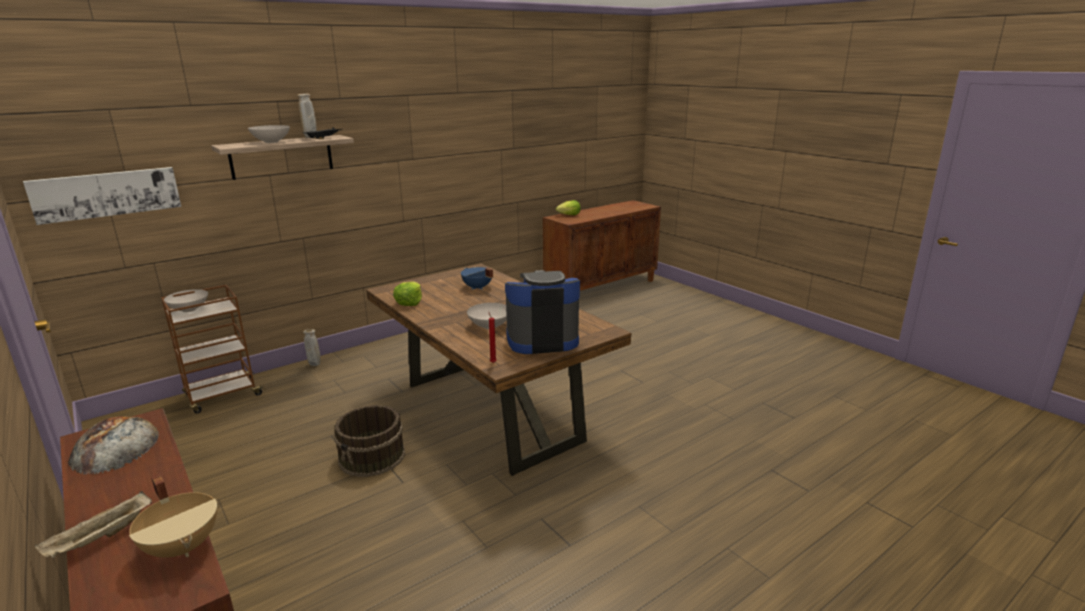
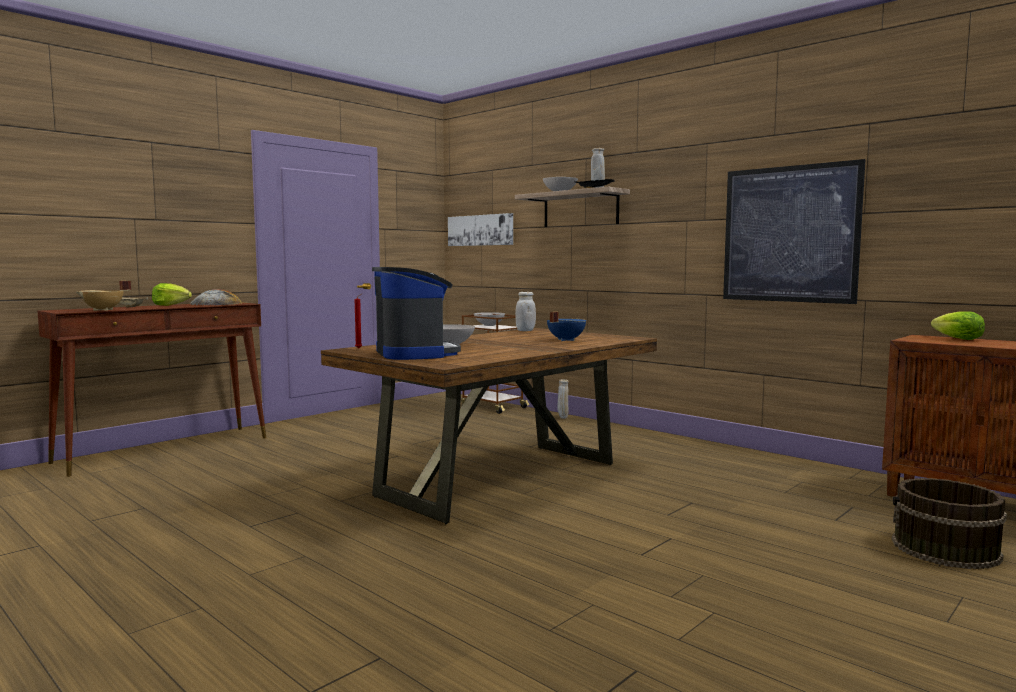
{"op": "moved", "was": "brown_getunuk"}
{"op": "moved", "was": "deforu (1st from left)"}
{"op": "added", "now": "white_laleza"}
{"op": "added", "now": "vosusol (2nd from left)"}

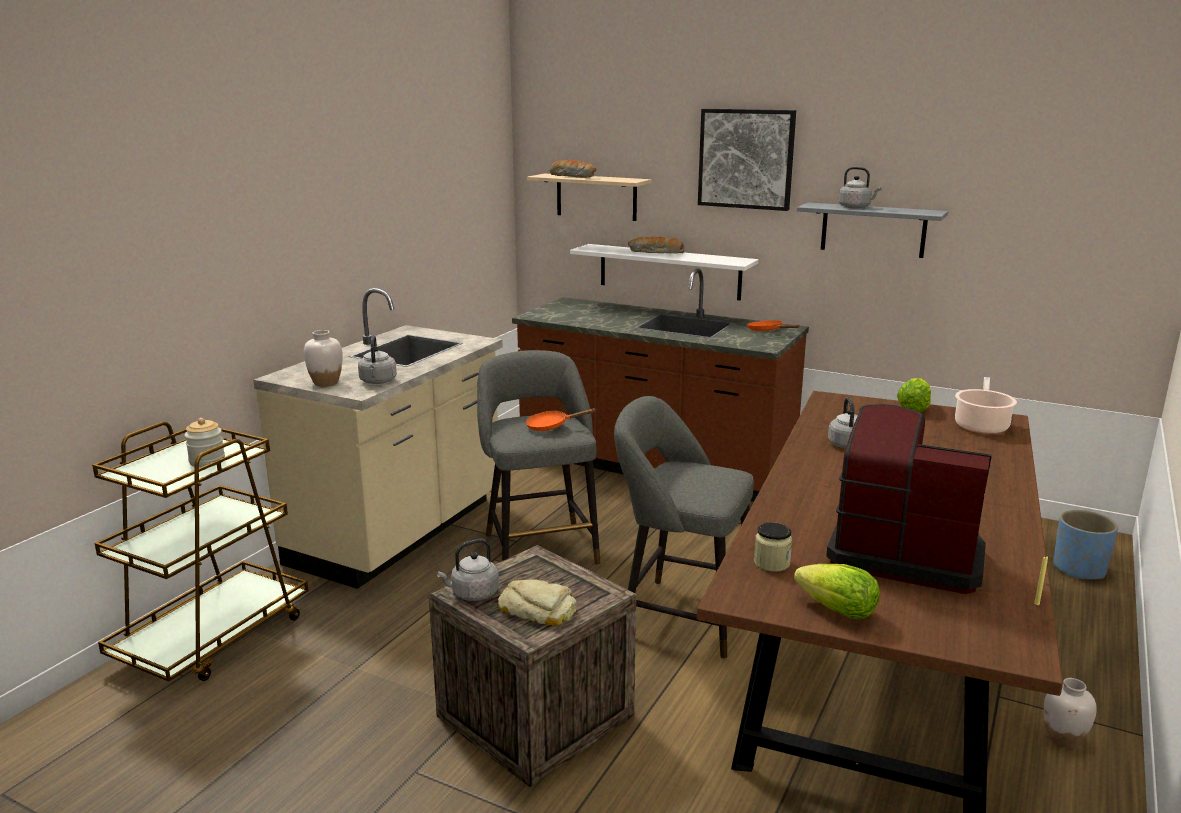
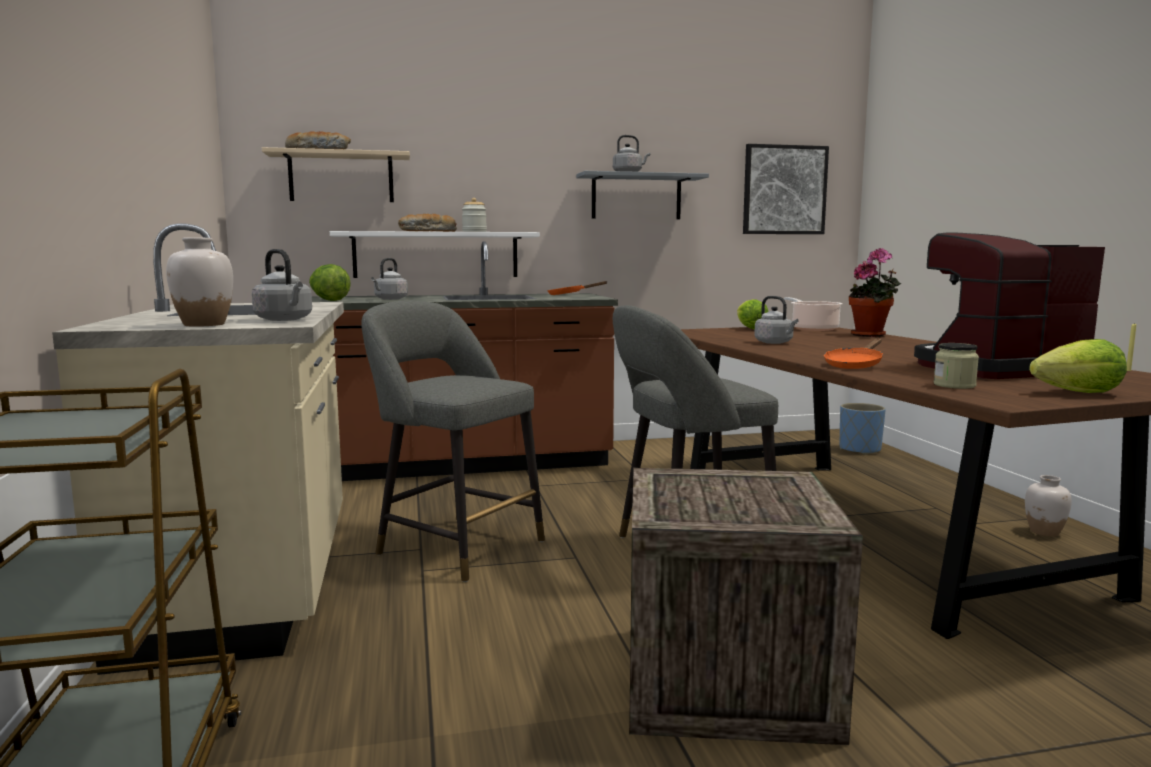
{"op": "moved", "was": "laleza (1st from left)"}
{"op": "moved", "was": "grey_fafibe (2nd from left)"}
{"op": "removed", "was": "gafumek (1st from left)"}
{"op": "moved", "was": "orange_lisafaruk (1st from left in the first image)", "now": "orange_lisafaruk (2nd from left)"}
{"op": "moved", "was": "vosusol"}
{"op": "added", "now": "deforu (1st from left)"}
{"op": "added", "now": "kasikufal"}

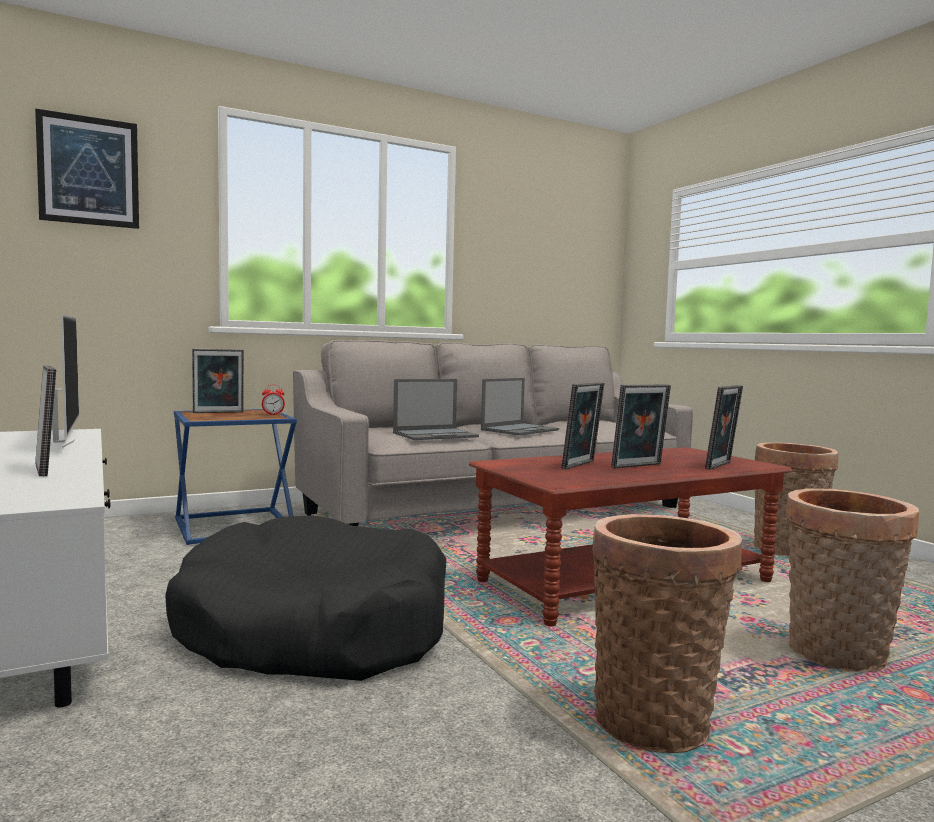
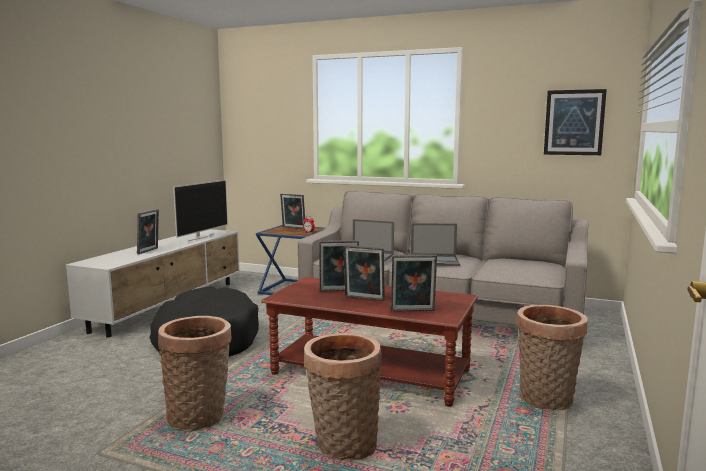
{"op": "moved", "was": "vosusol"}

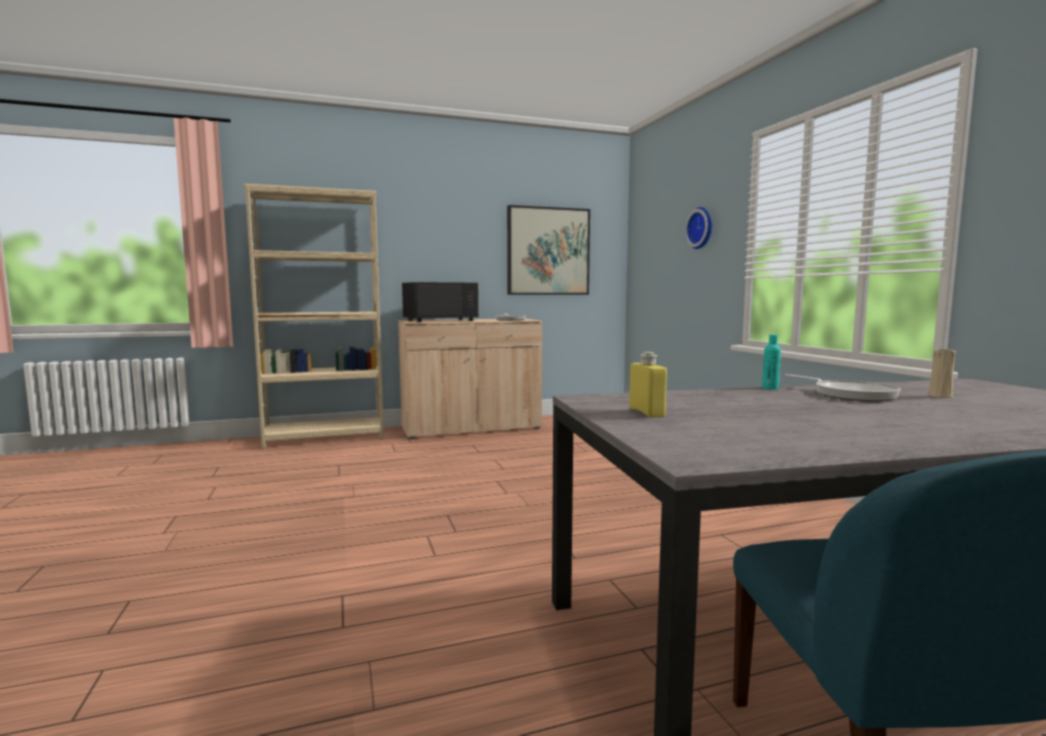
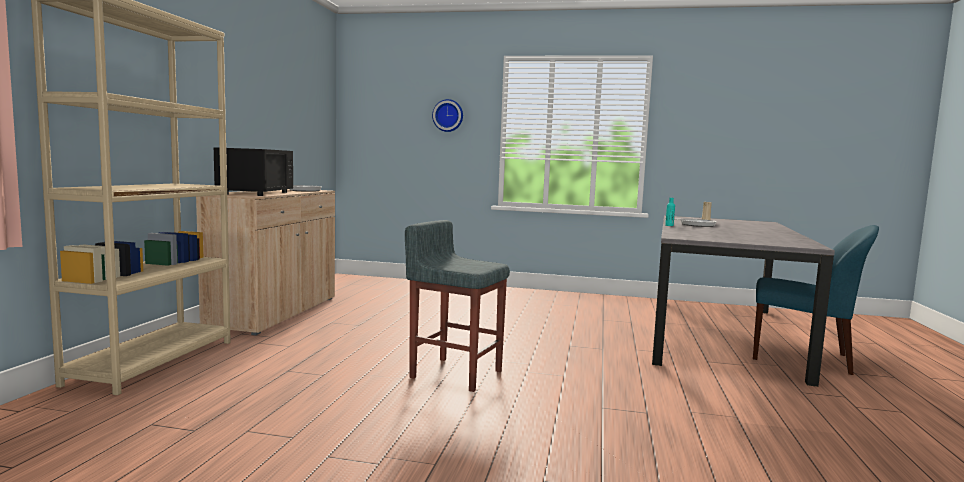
{"op": "removed", "was": "vosusol"}
{"op": "removed", "was": "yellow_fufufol"}
{"op": "added", "now": "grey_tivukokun"}

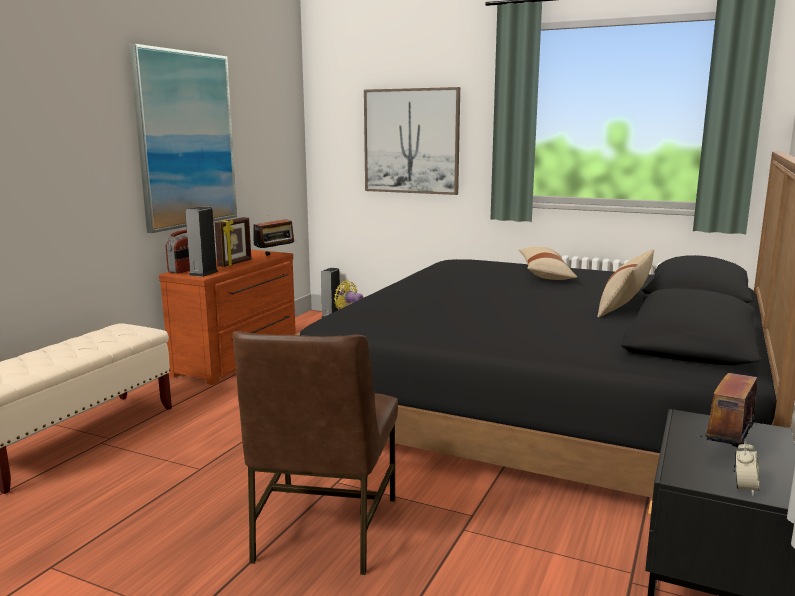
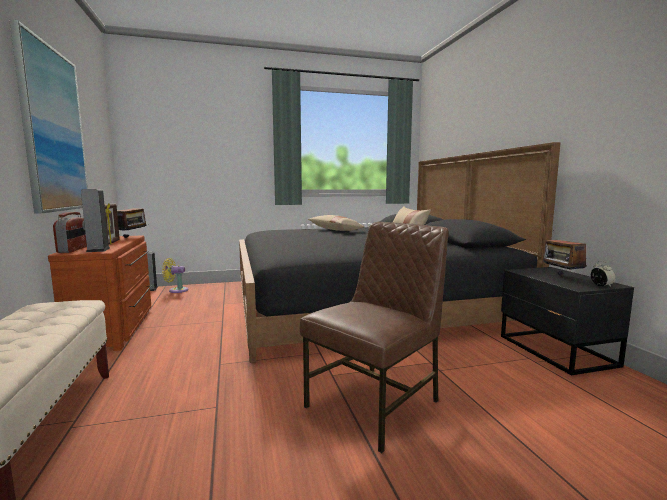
{"op": "turned", "was": "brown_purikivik", "clockwise": -105}
{"op": "removed", "was": "vosusol (2nd from left)"}

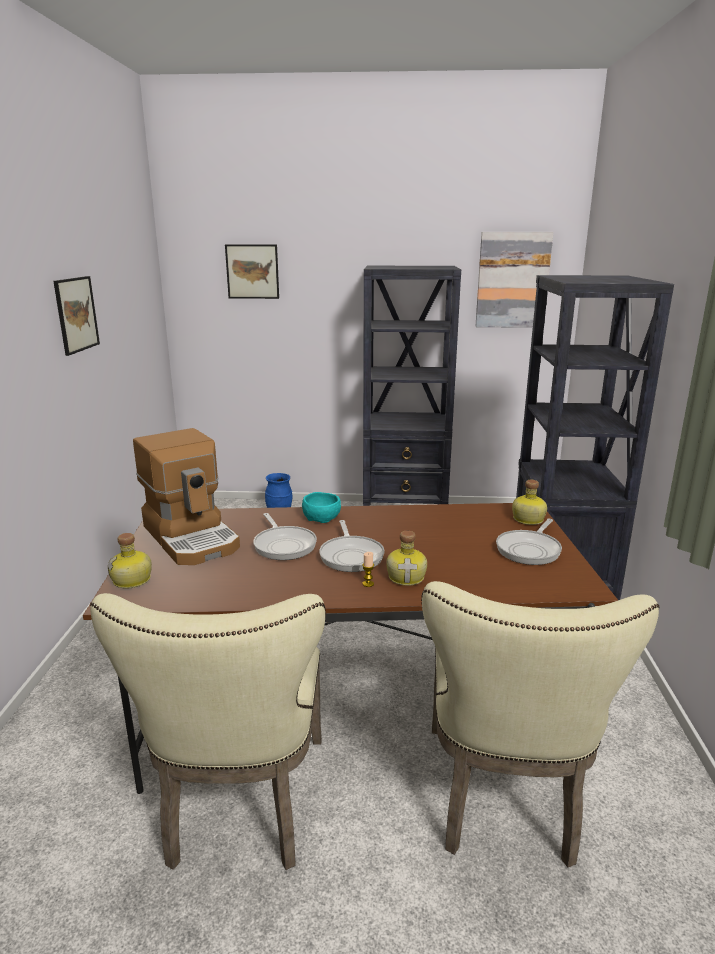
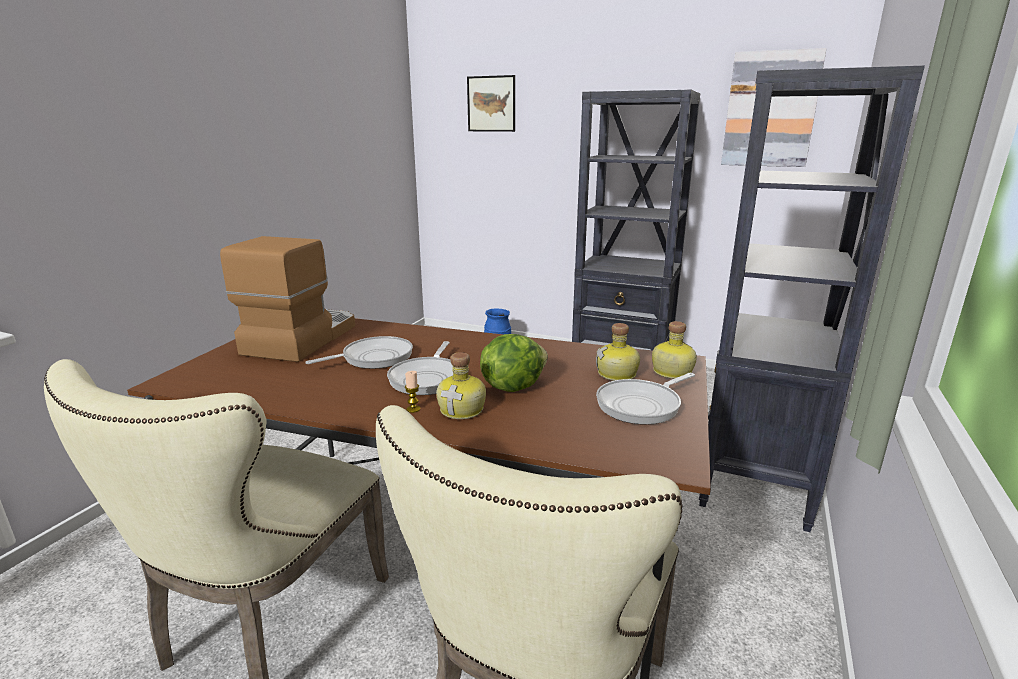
{"op": "removed", "was": "vosusol (1st from left)"}
{"op": "moved", "was": "fufufol (1st from left in the first image)", "now": "fufufol (2nd from left)"}
{"op": "turned", "was": "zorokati", "clockwise": -150}
{"op": "turned", "was": "lisafaruk (1st from left)", "clockwise": -120}
{"op": "removed", "was": "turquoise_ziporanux"}
{"op": "added", "now": "deforu"}

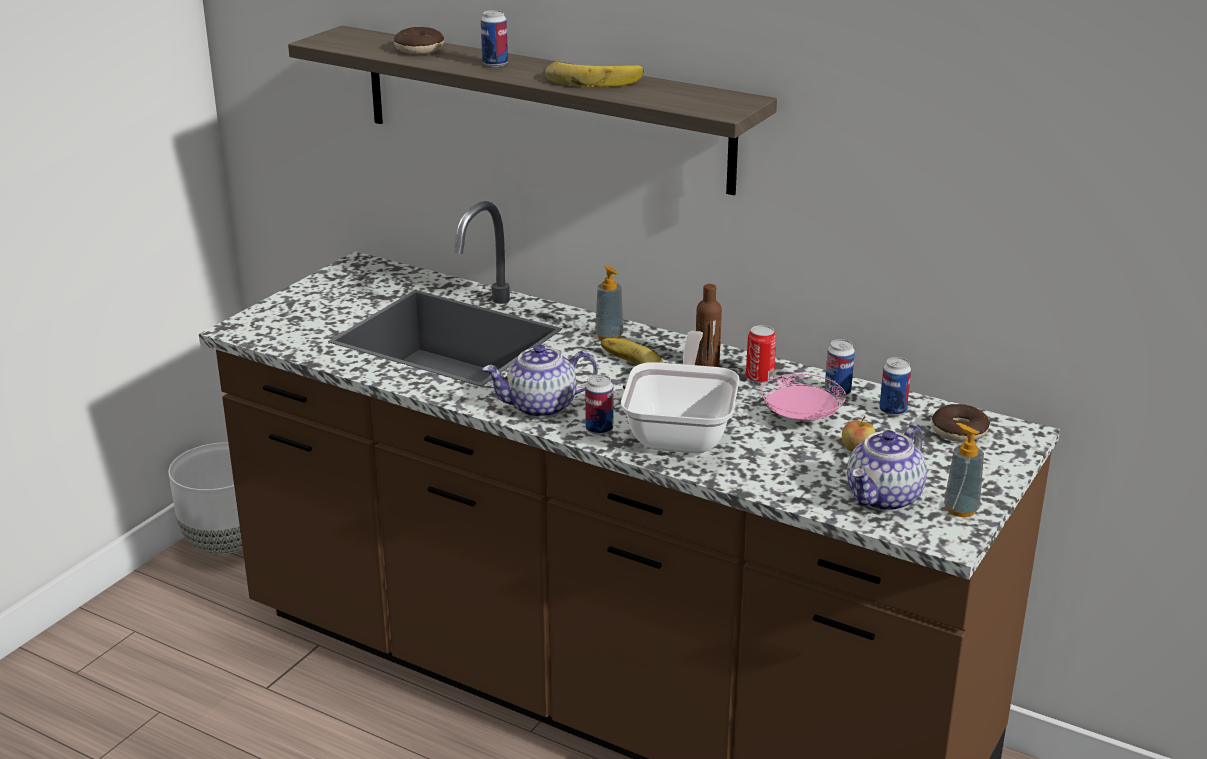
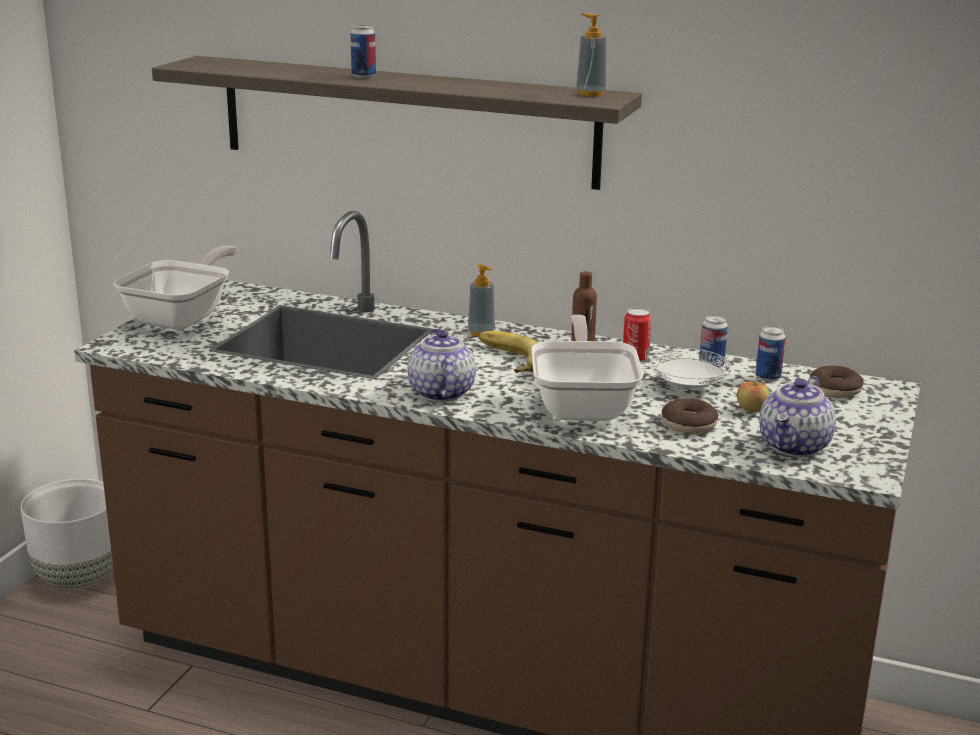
{"op": "moved", "was": "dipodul (1st from left)"}
{"op": "turned", "was": "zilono (1st from left)", "clockwise": 105}
{"op": "removed", "was": "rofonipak (1st from left)"}
{"op": "removed", "was": "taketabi (2nd from left)"}
{"op": "recoloured", "was": "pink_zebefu", "now": "white_zebefu"}
{"op": "moved", "was": "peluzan (2nd from left)"}
{"op": "added", "now": "lisafaruk (1st from left)"}

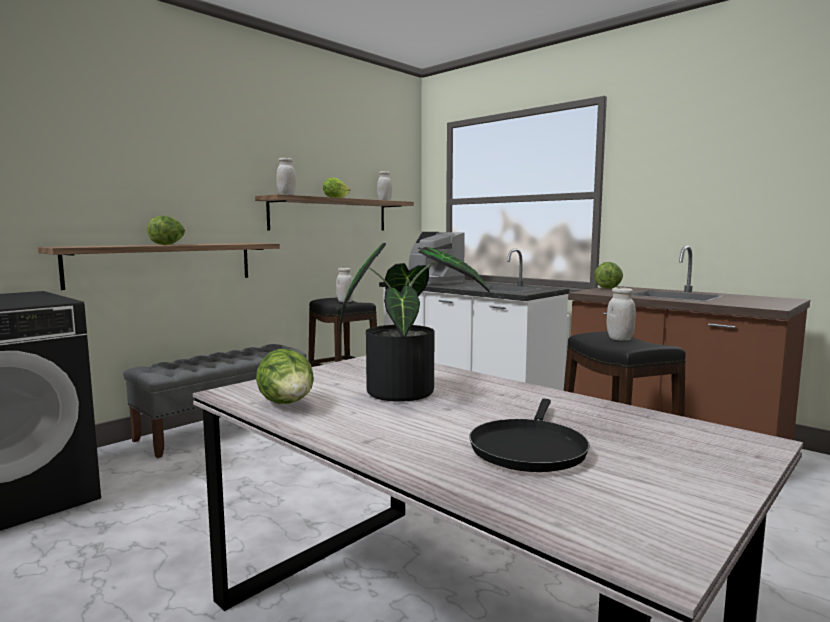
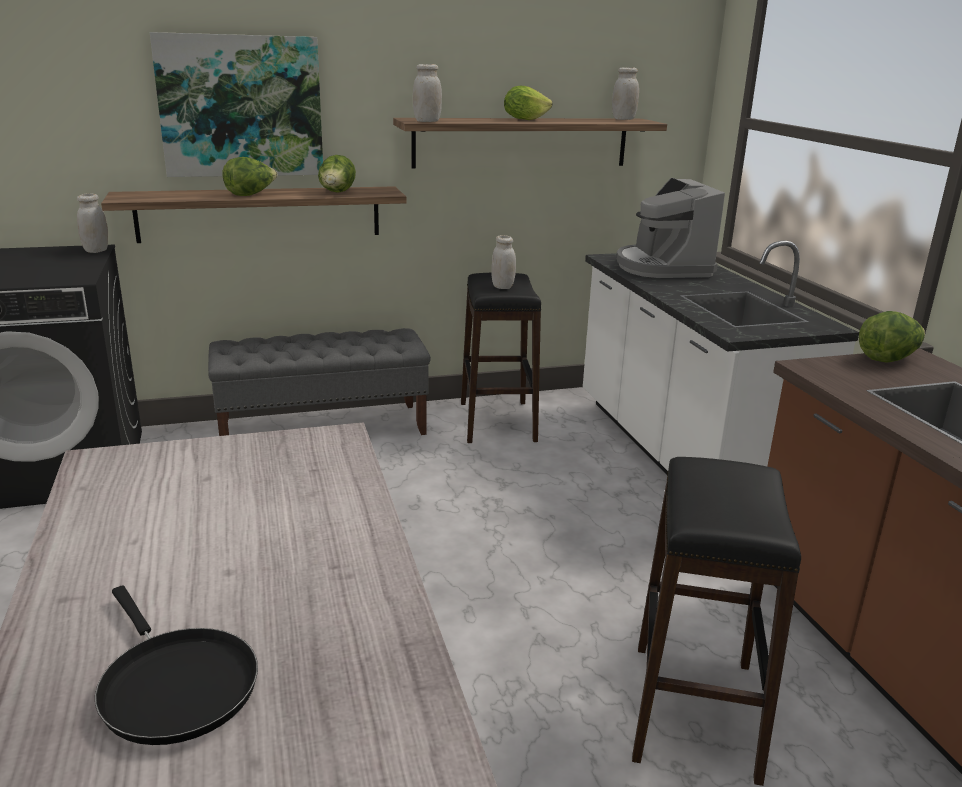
{"op": "moved", "was": "deforu (2nd from left)"}
{"op": "removed", "was": "kasikufal"}
{"op": "turned", "was": "black_lisafaruk", "clockwise": -90}
{"op": "moved", "was": "white_laleza (4th from left in the first image)", "now": "white_laleza (1st from left)"}
{"op": "added", "now": "vosusol"}

